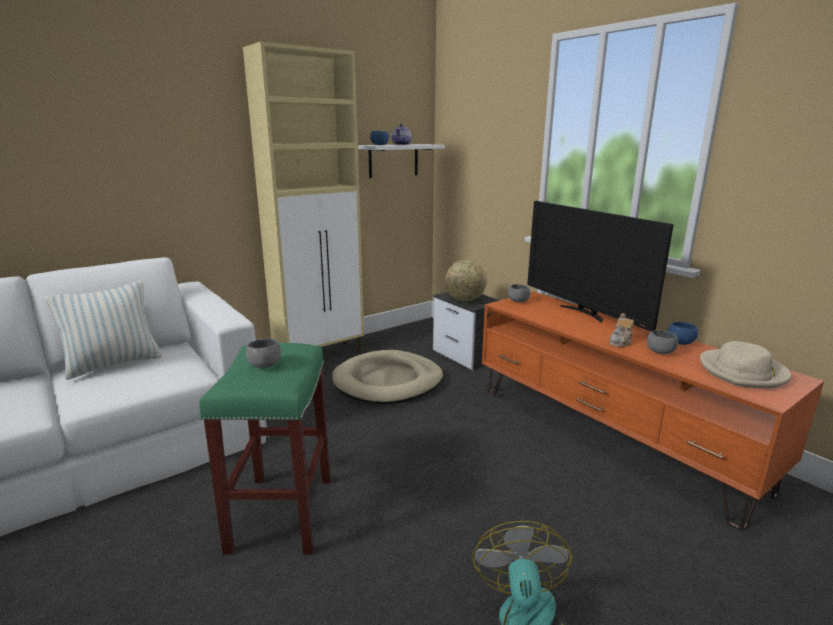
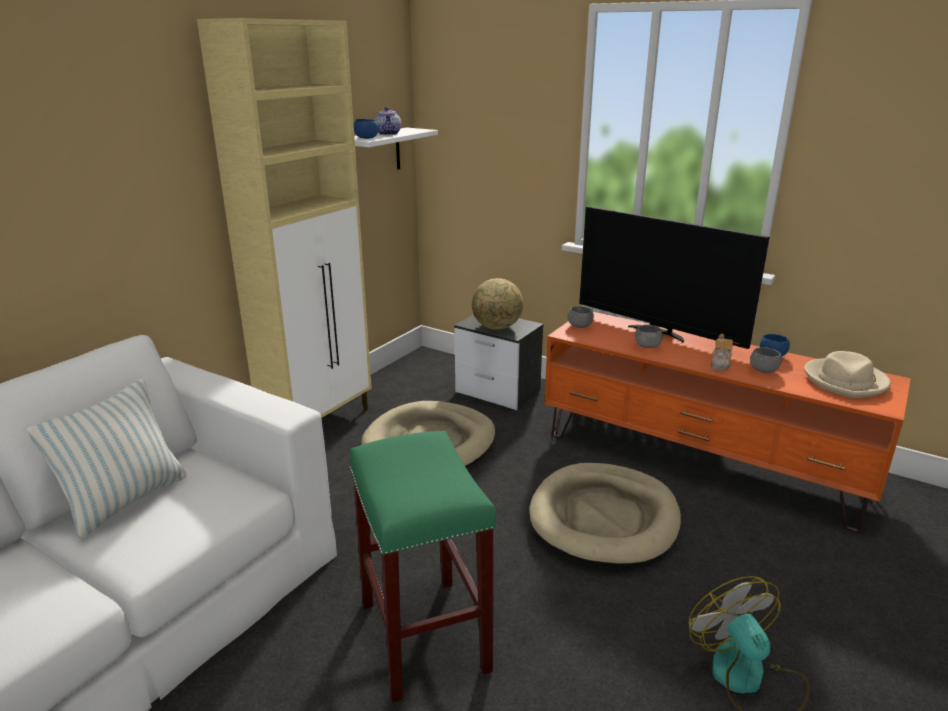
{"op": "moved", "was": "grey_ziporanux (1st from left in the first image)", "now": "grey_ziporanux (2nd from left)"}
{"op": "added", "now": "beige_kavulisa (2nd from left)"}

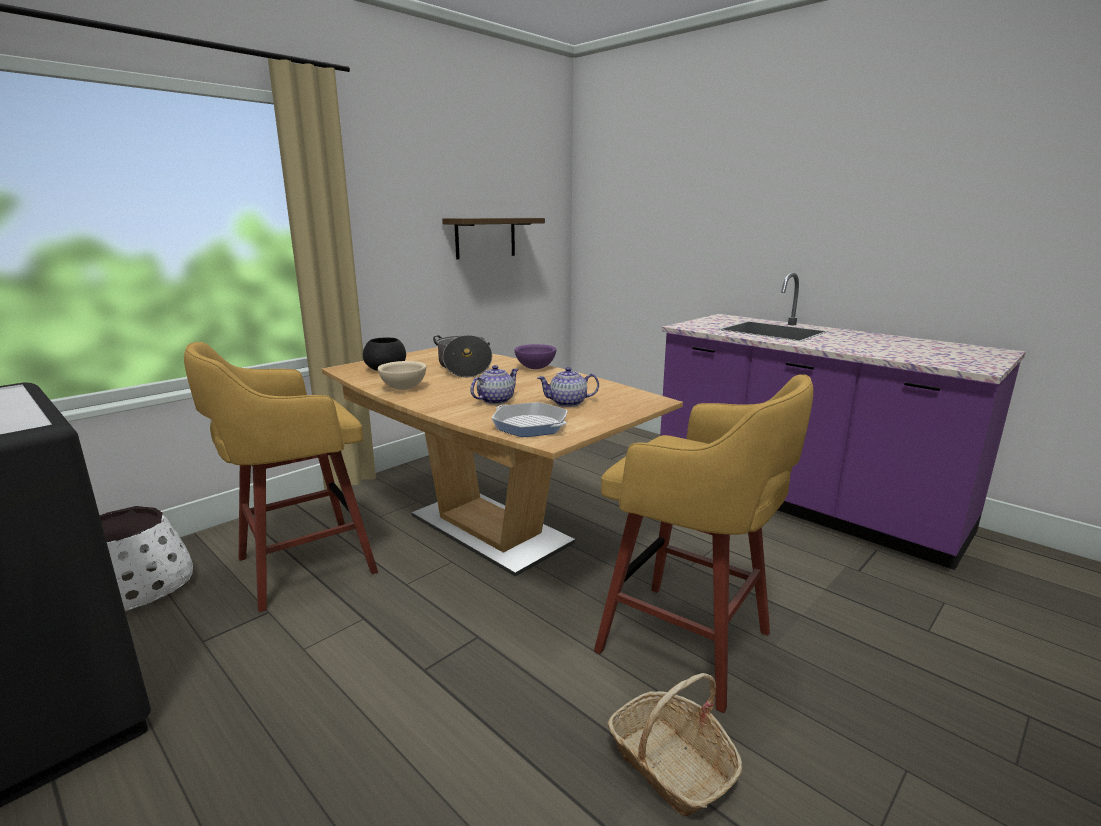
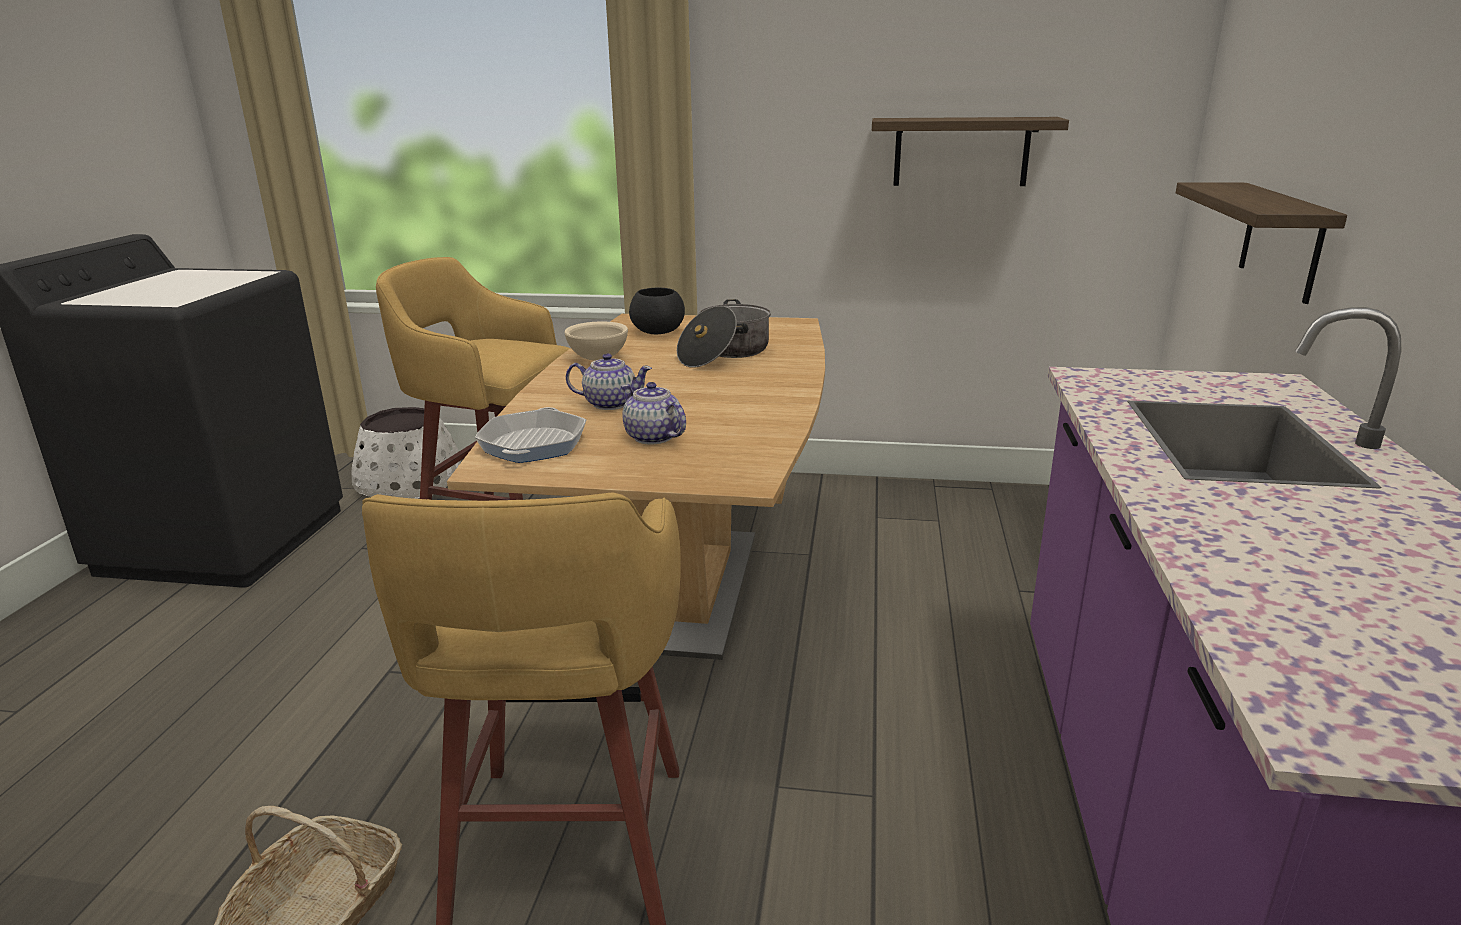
{"op": "removed", "was": "purple_ziporanux"}
{"op": "added", "now": "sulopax (2nd from left)"}

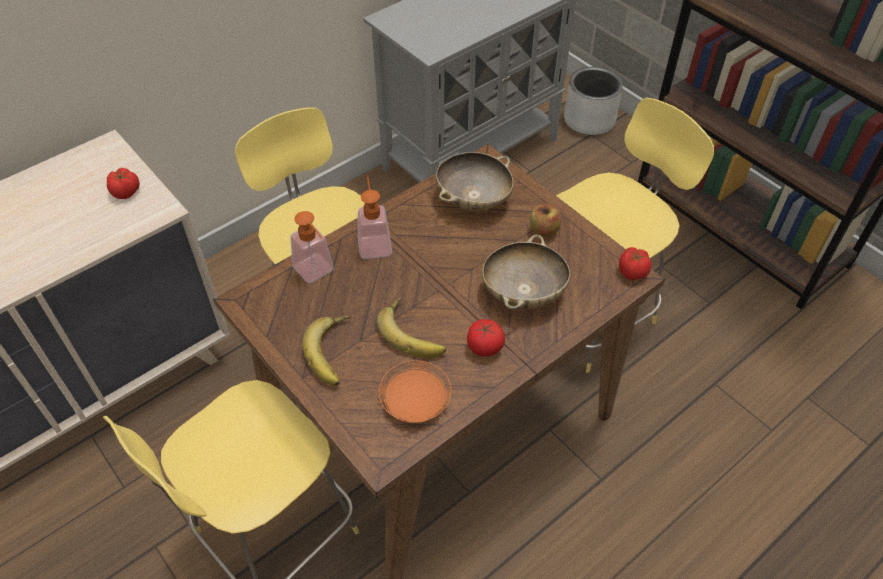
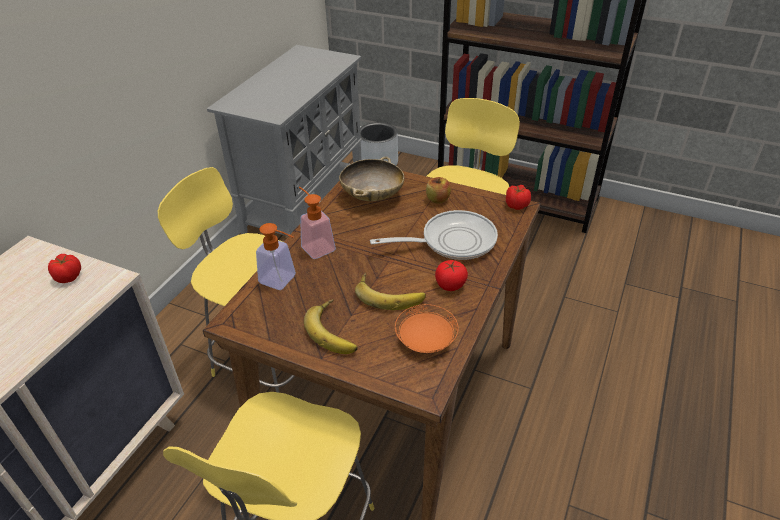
{"op": "replaced", "was": "beige_ziporanux (2nd from left)", "now": "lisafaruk"}

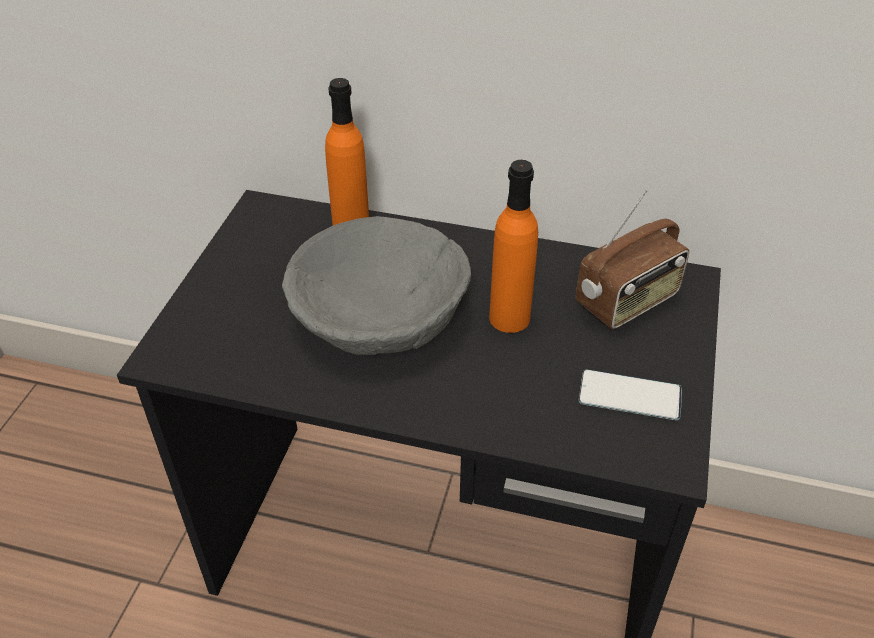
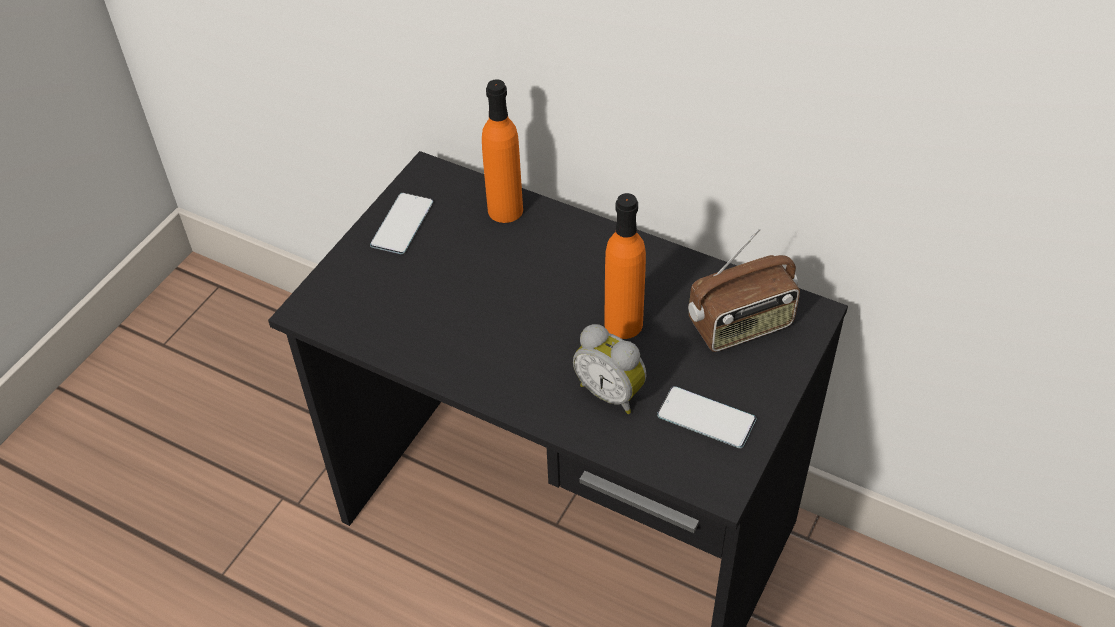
{"op": "removed", "was": "grey_ziporanux"}
{"op": "added", "now": "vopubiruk (1st from left)"}
{"op": "added", "now": "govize"}

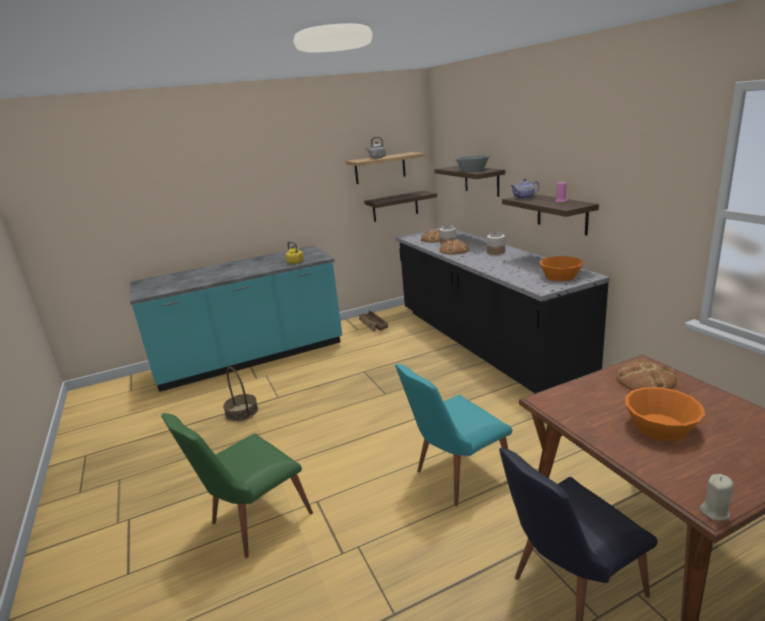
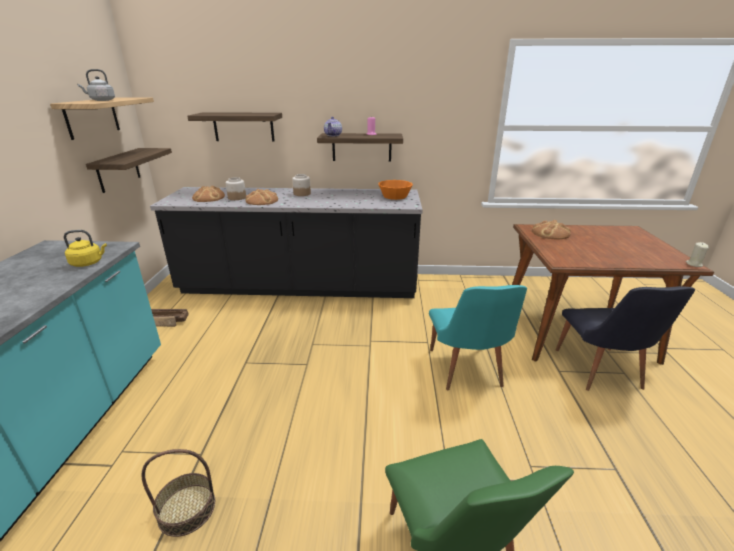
{"op": "removed", "was": "grey_ziporanux"}
{"op": "removed", "was": "orange_ziporanux (2nd from left)"}

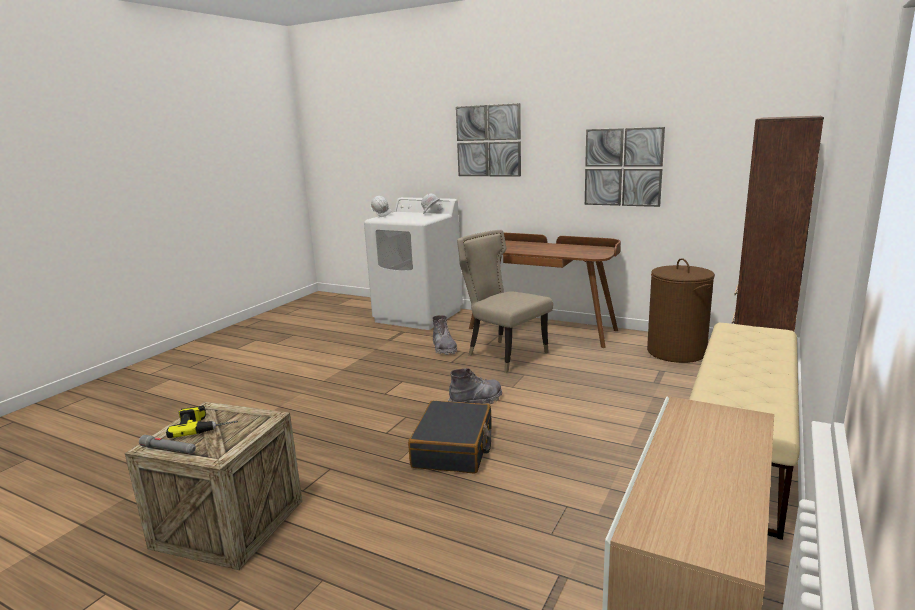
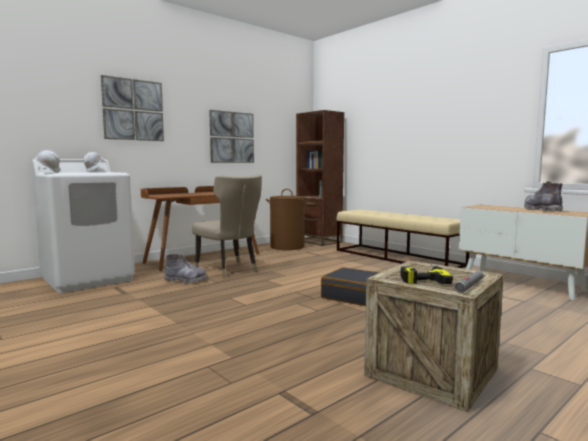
{"op": "moved", "was": "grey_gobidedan (2nd from left)"}
{"op": "turned", "was": "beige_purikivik", "clockwise": -105}

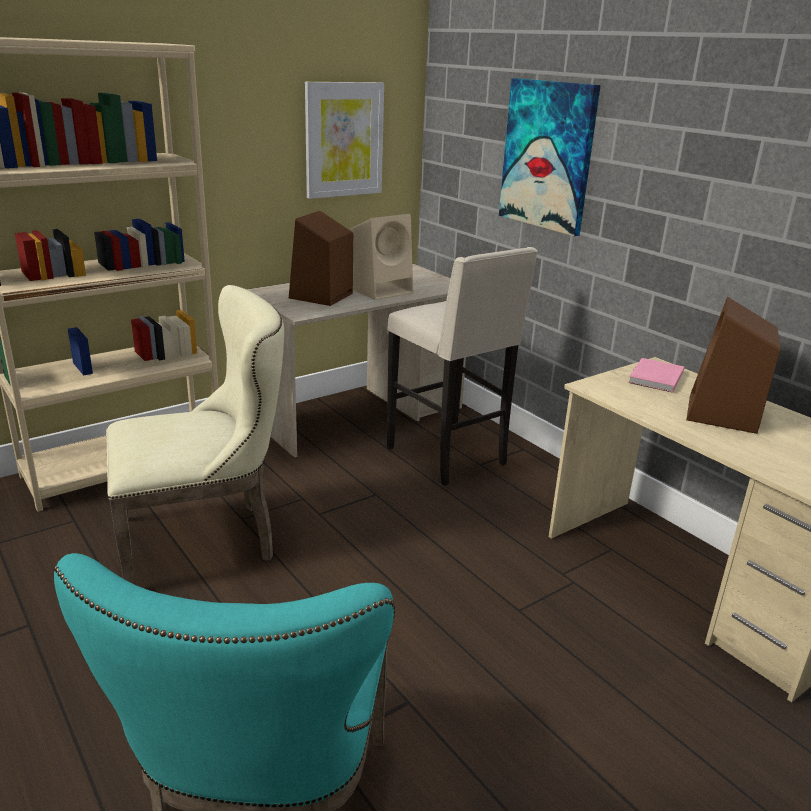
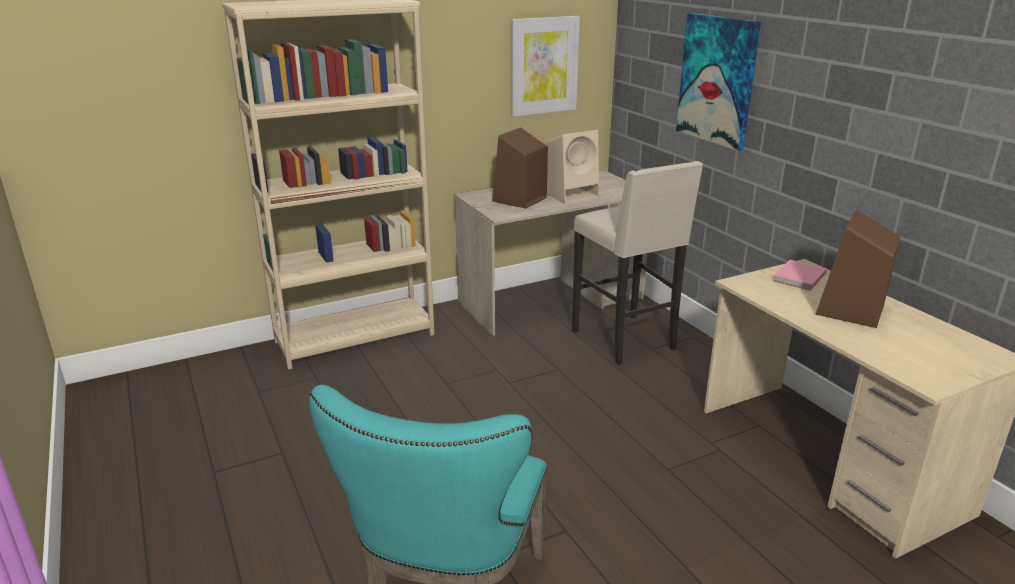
{"op": "removed", "was": "beige_purikivik"}

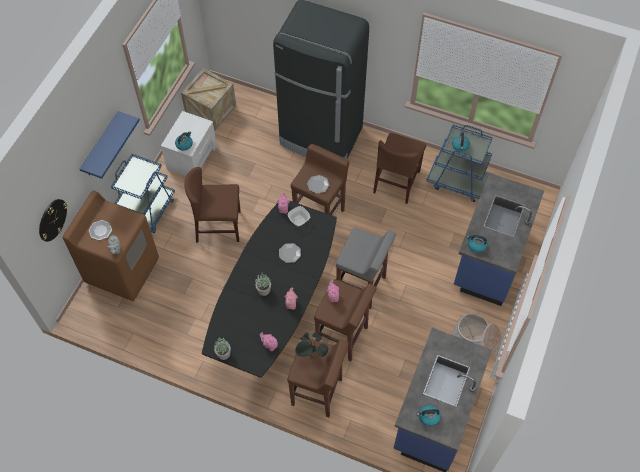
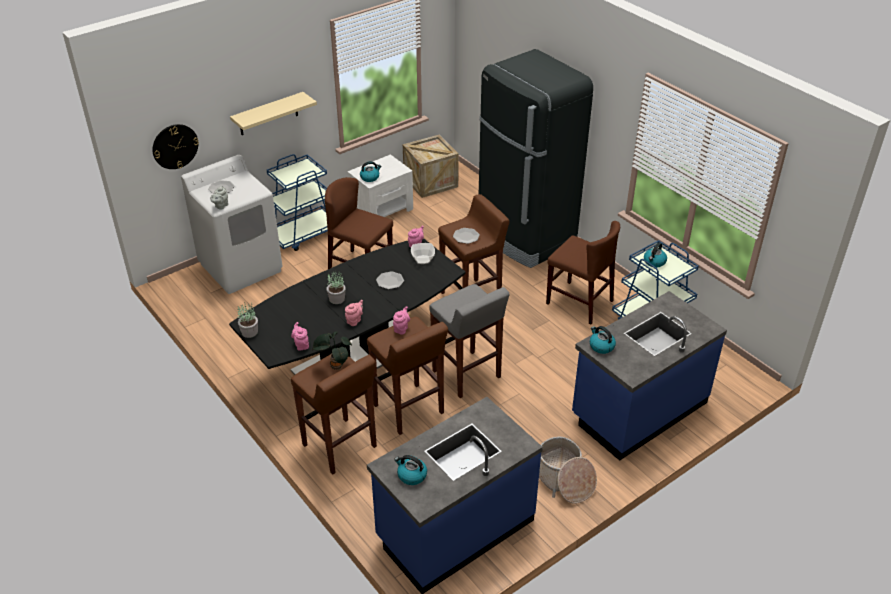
{"op": "recoloured", "was": "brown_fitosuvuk", "now": "white_fitosuvuk"}
{"op": "recoloured", "was": "blue_sulopax", "now": "beige_sulopax"}
{"op": "turned", "was": "brown_purikivik (2nd from left)", "clockwise": -105}

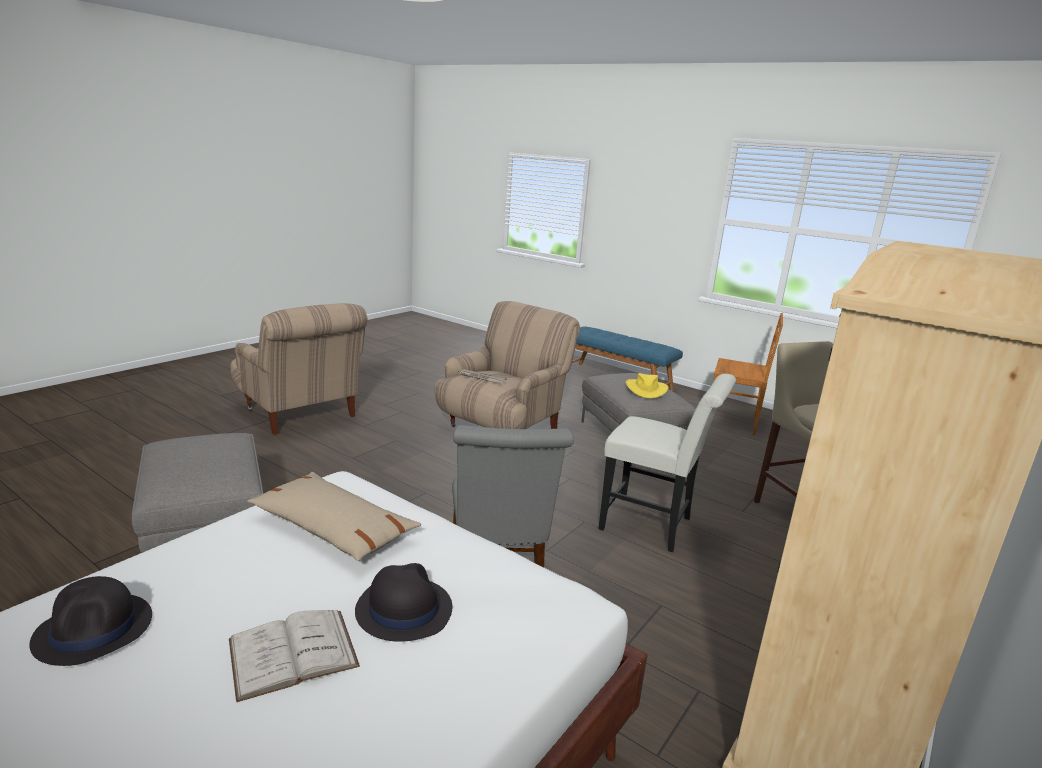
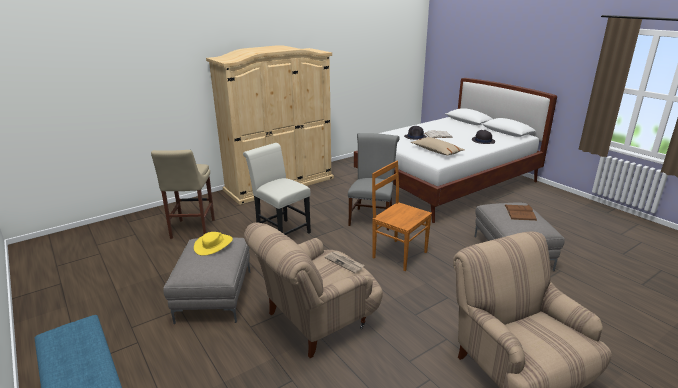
{"op": "moved", "was": "brown_purikivik"}
{"op": "added", "now": "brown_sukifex"}

